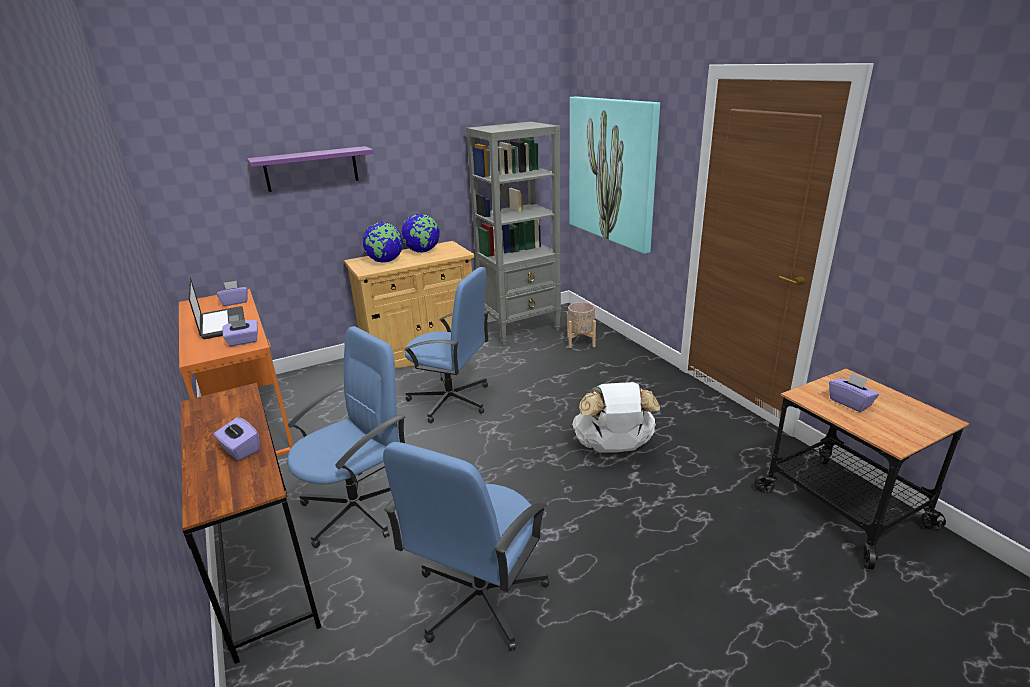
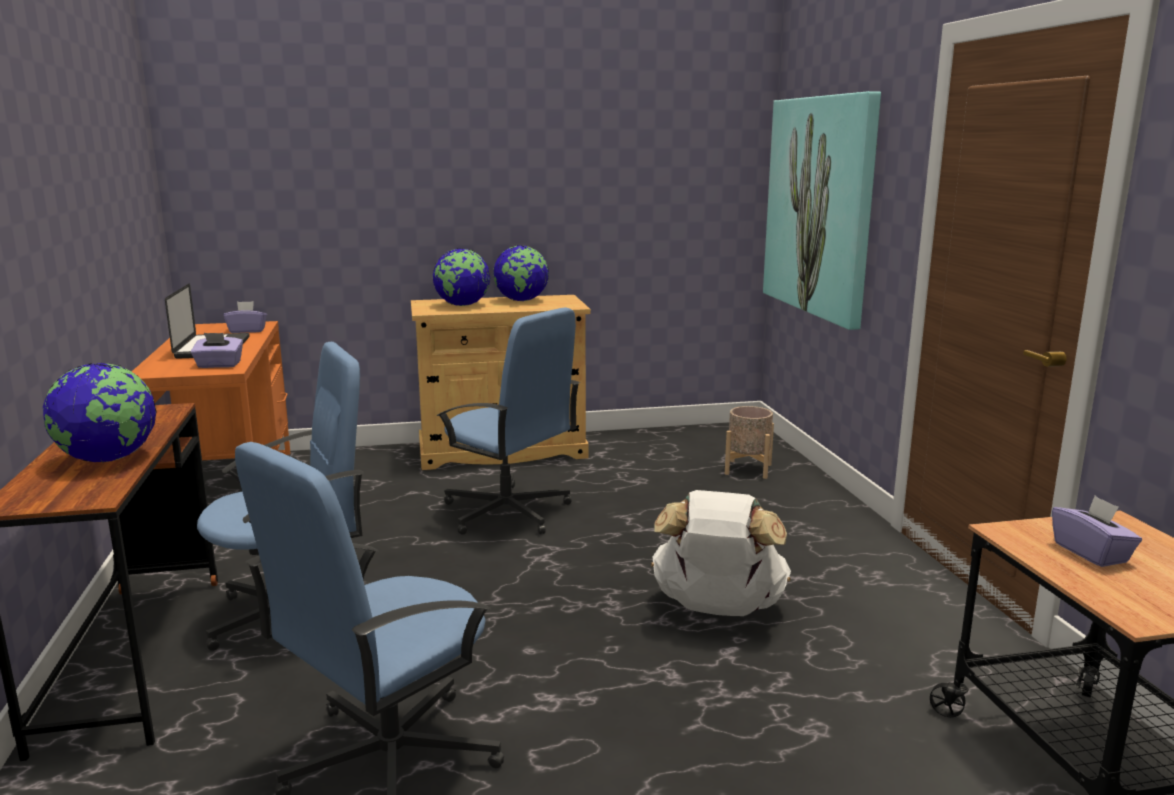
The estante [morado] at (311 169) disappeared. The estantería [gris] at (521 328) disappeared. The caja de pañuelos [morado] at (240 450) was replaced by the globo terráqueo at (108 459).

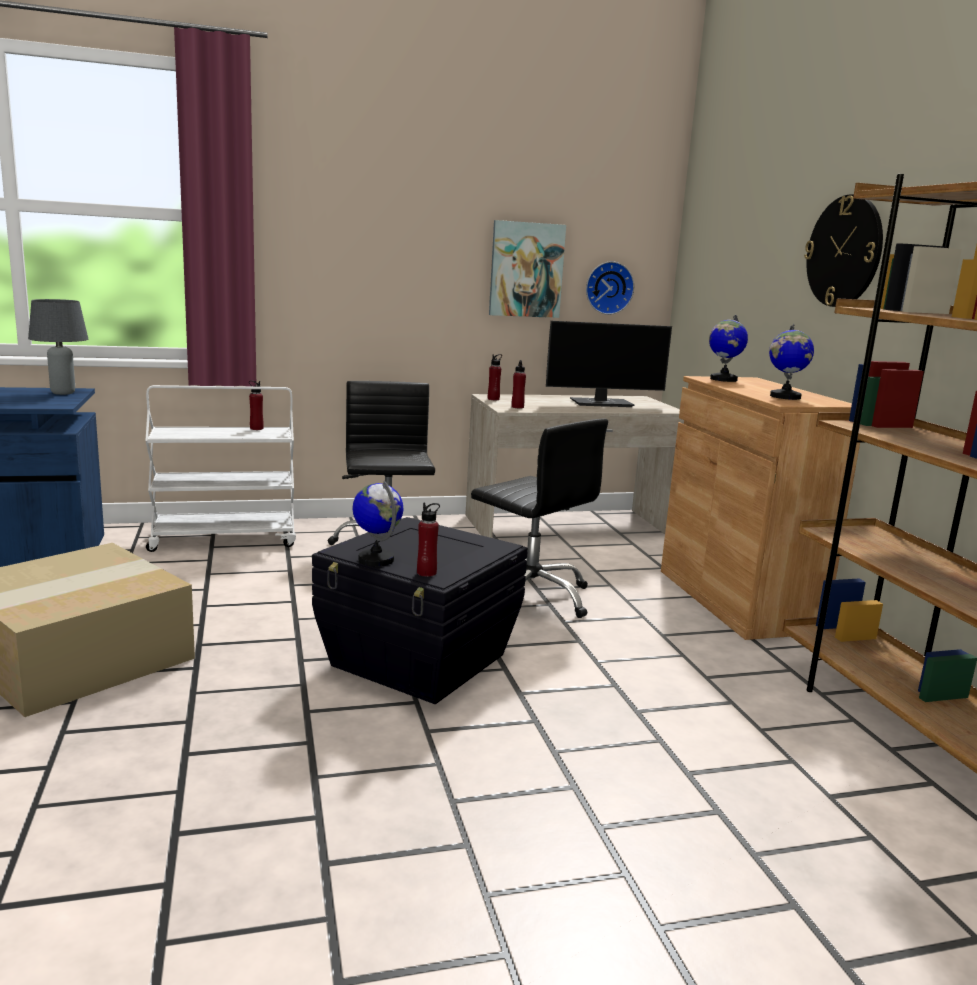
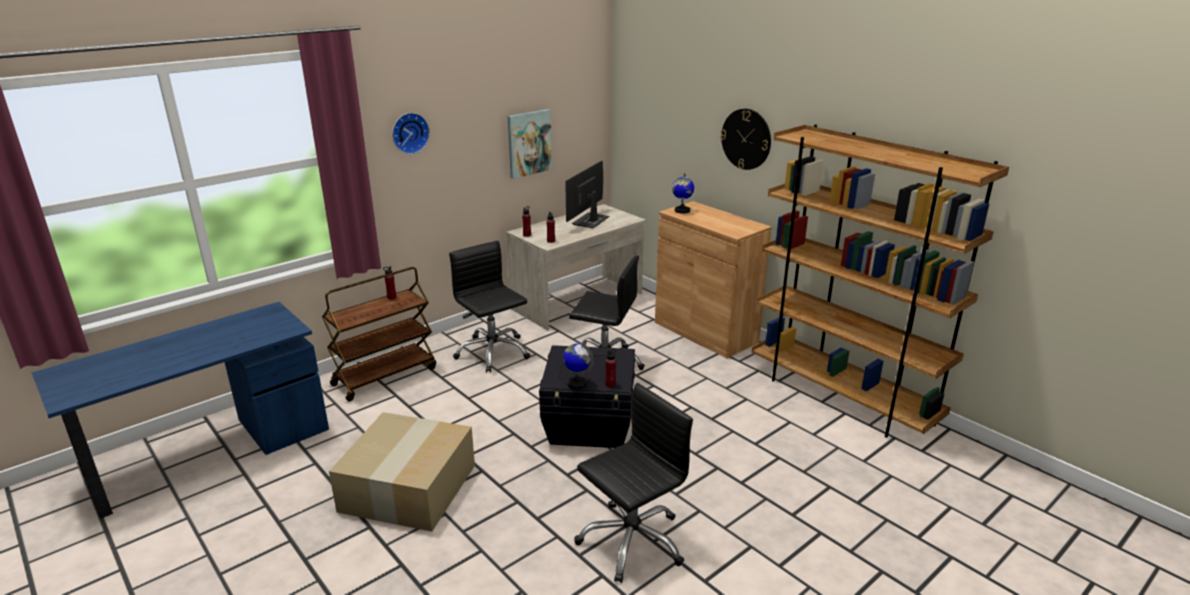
The lámpara de mesa [gris] at (62 393) disappeared. The globo terráqueo at (785 397) disappeared. The silla de oficina [negro] at (631 540) appeared. The reloj de pared moved from (608 288) to (409 132). The carrito [blanco] at (225 539) became the carrito [marrón] at (385 376). The monitor at (602 403) turned 150 degrees clockwise.

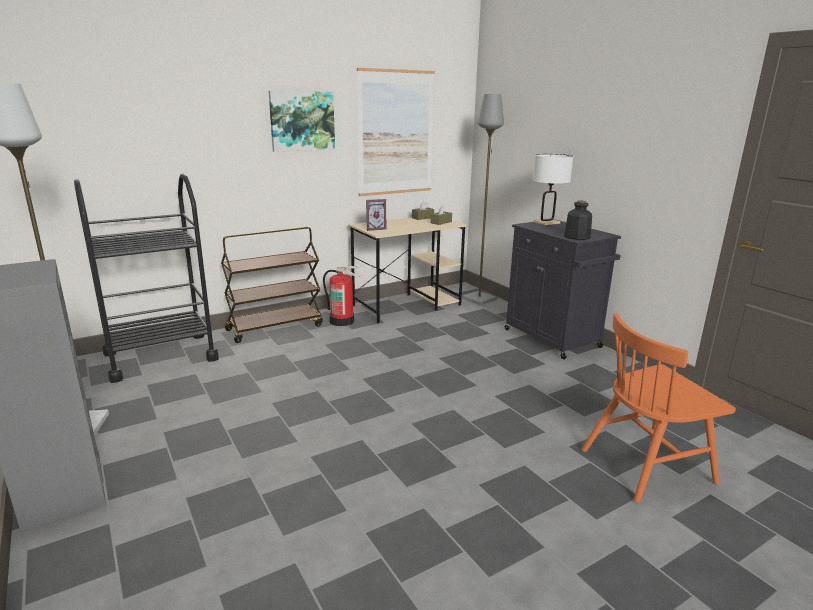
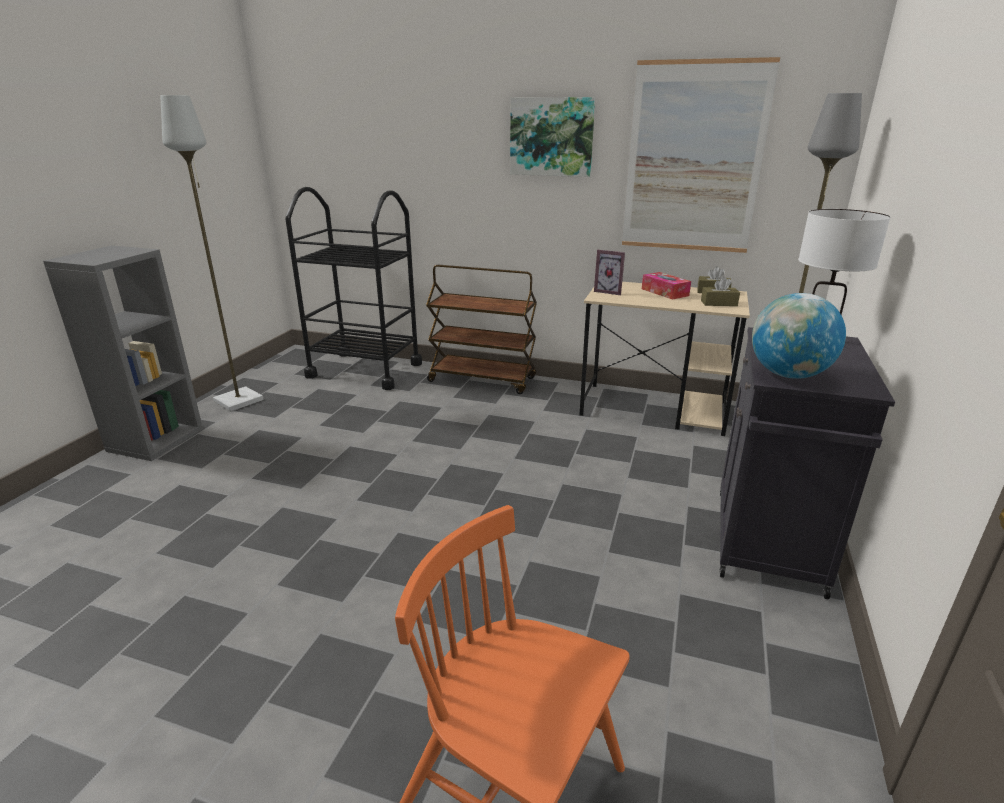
The extintor at (342 321) disappeared. The caja de pañuelos at (664 292) appeared. The botella at (576 237) was replaced by the globo terráqueo at (788 375).

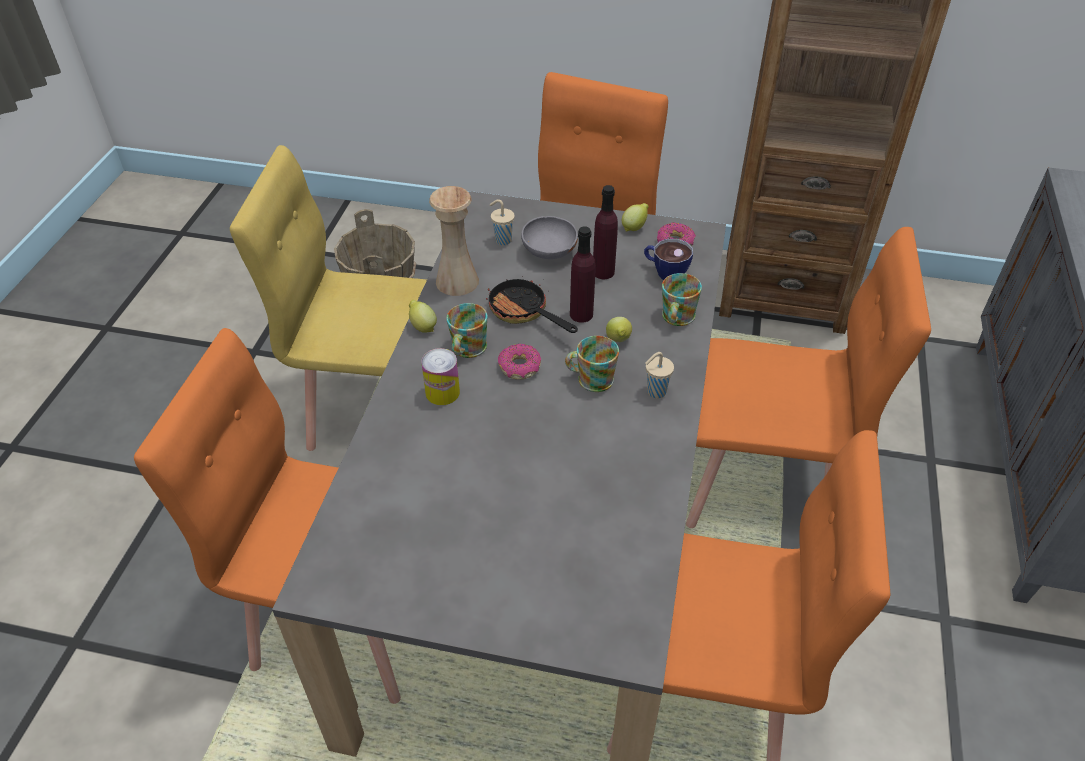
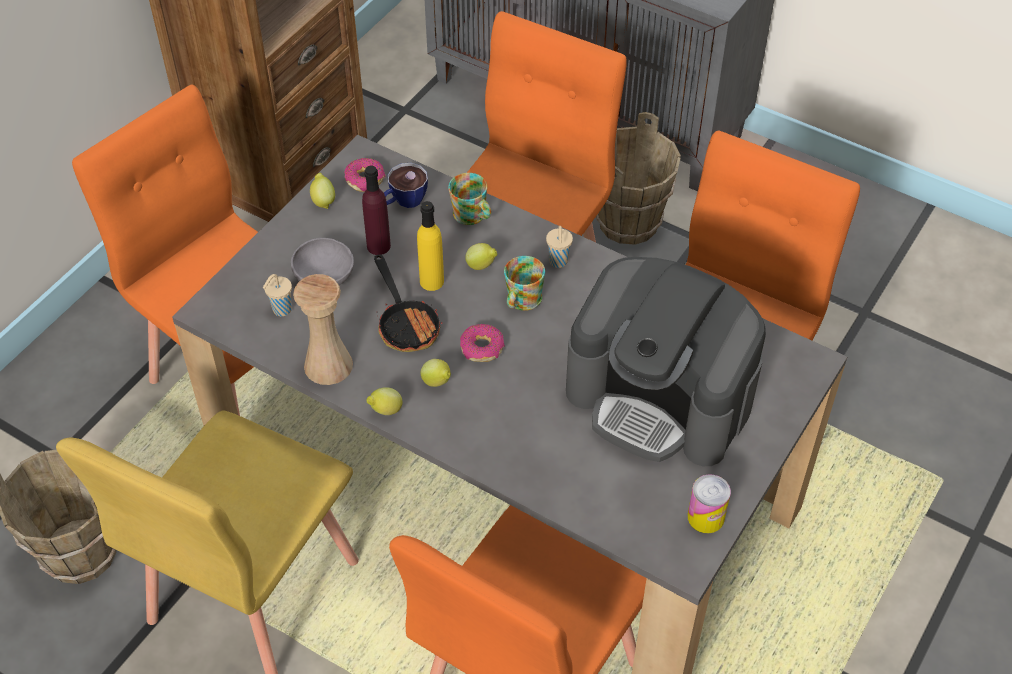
The cafetera at (660 397) appeared. The cubo [marrón] at (629 223) appeared. The lata moved from (442 392) to (706 517). The taza grande at (466 349) was replaced by the limón at (437 383). The botella [morado] at (581 314) became the botella [amarillo] at (432 281). The sartén at (524 312) turned 90 degrees counterclockwise.

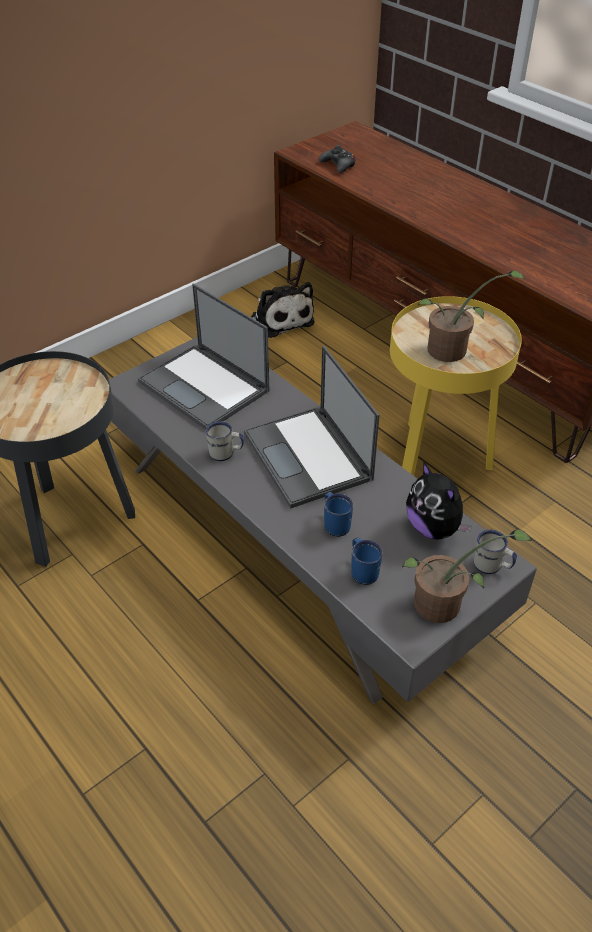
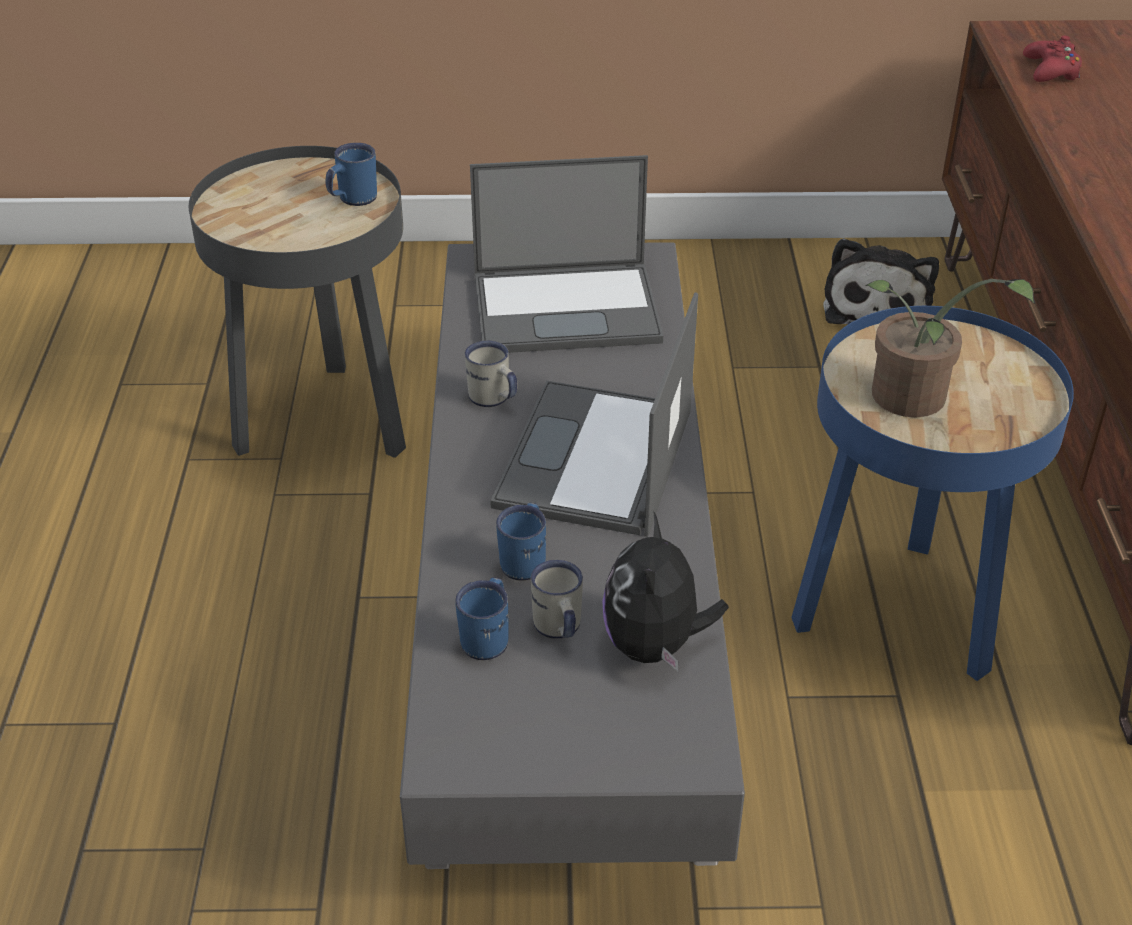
The planta en maceta at (444 606) disappeared. The taza grande [azul] at (352 199) appeared. The taza grande [blanco] moved from (492 566) to (558 629). The mando de consola [negro] at (338 165) became the mando de consola [rojo] at (1051 71). The mesa auxiliar [amarillo] at (436 459) became the mesa auxiliar [azul] at (899 614). The portátil at (205 387) turned 90 degrees counterclockwise.

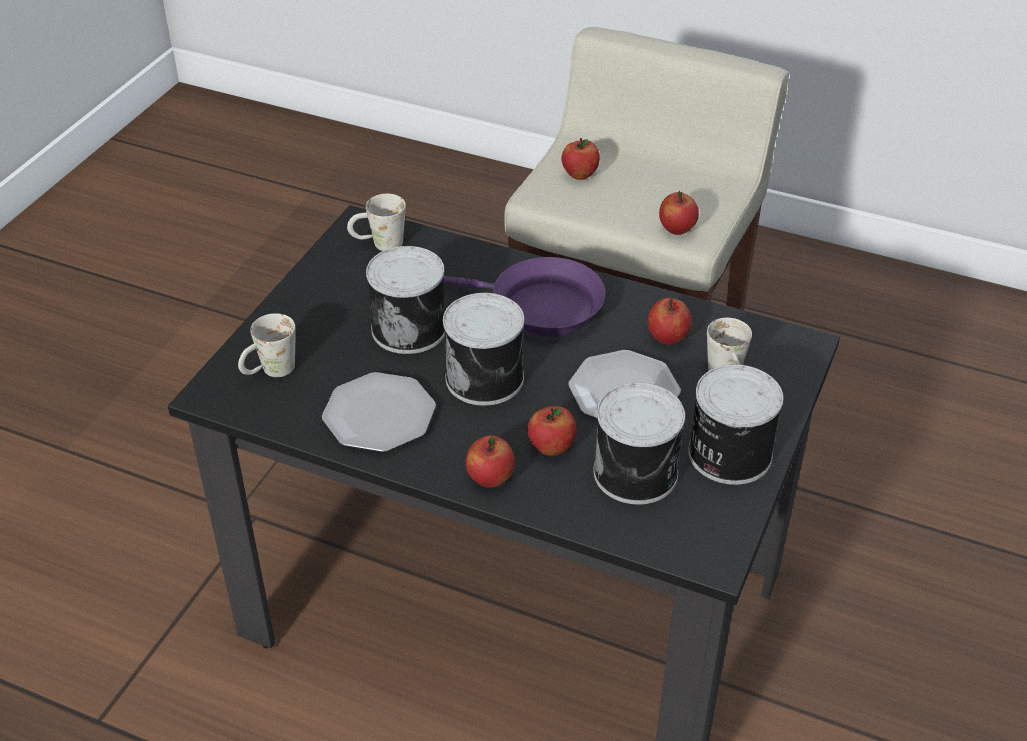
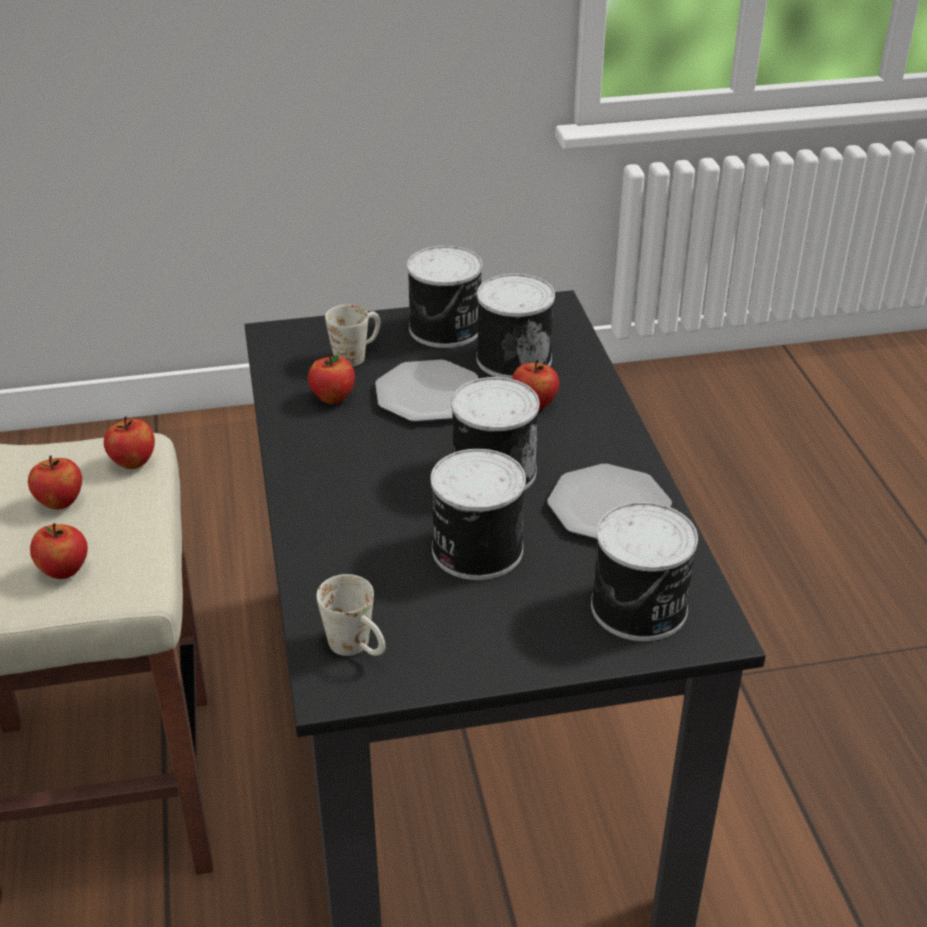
The sartén [morado] at (537 308) disappeared. The manzana moved from (490 479) to (60 502). The taza grande [blanco] at (270 372) was replaced by the lata at (641 608).

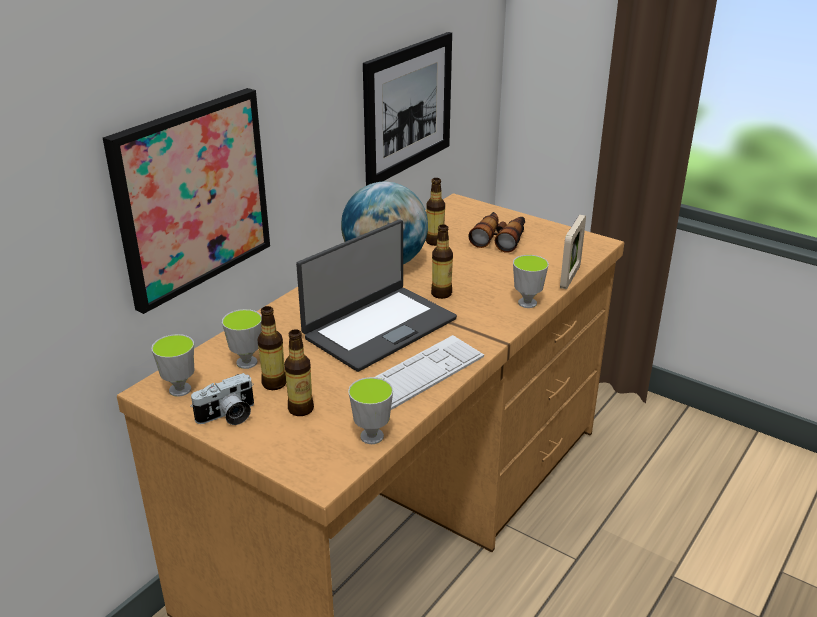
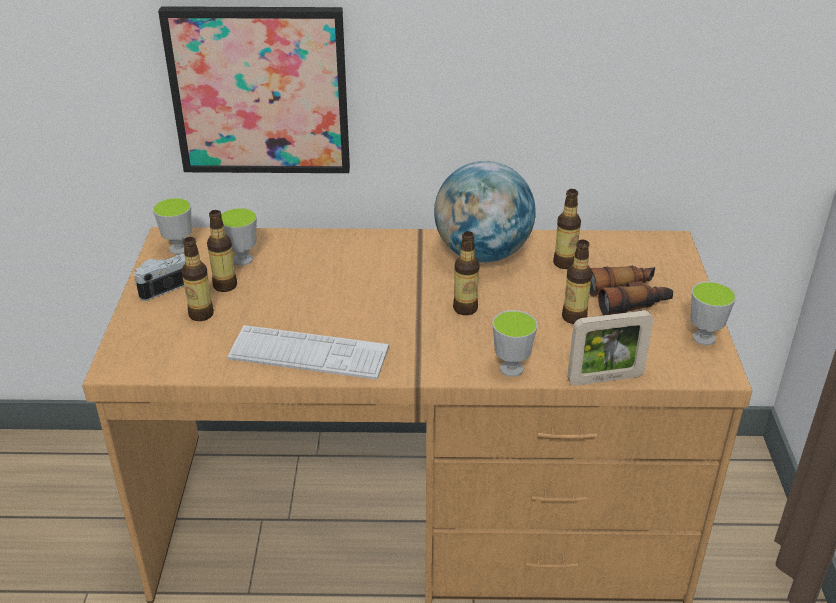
The portátil at (378 327) disappeared. The cuadro at (408 107) disappeared. The botella at (574 317) appeared. The taza moved from (372 436) to (704 338). The cámara at (228 416) turned 120 degrees clockwise.

